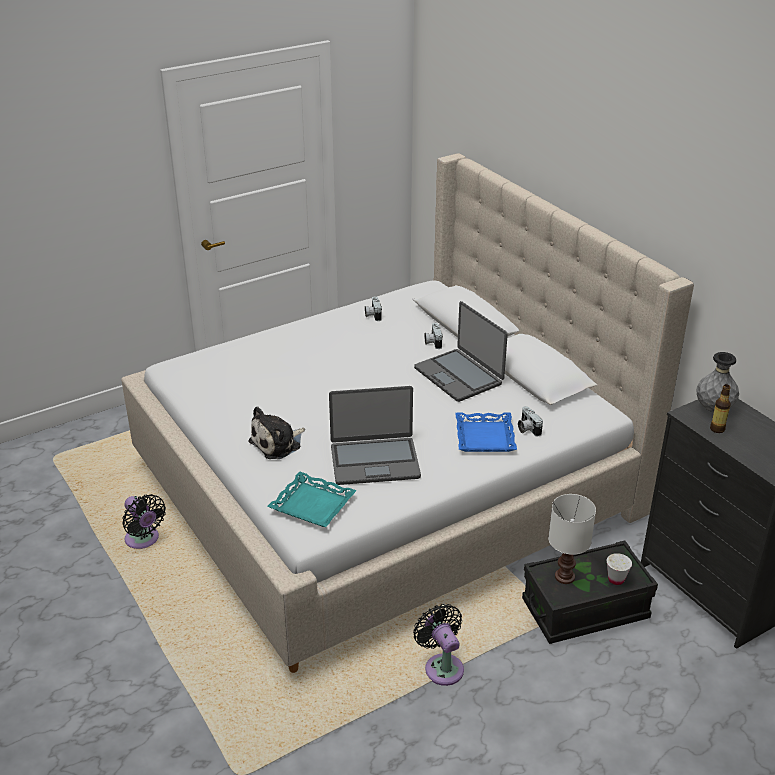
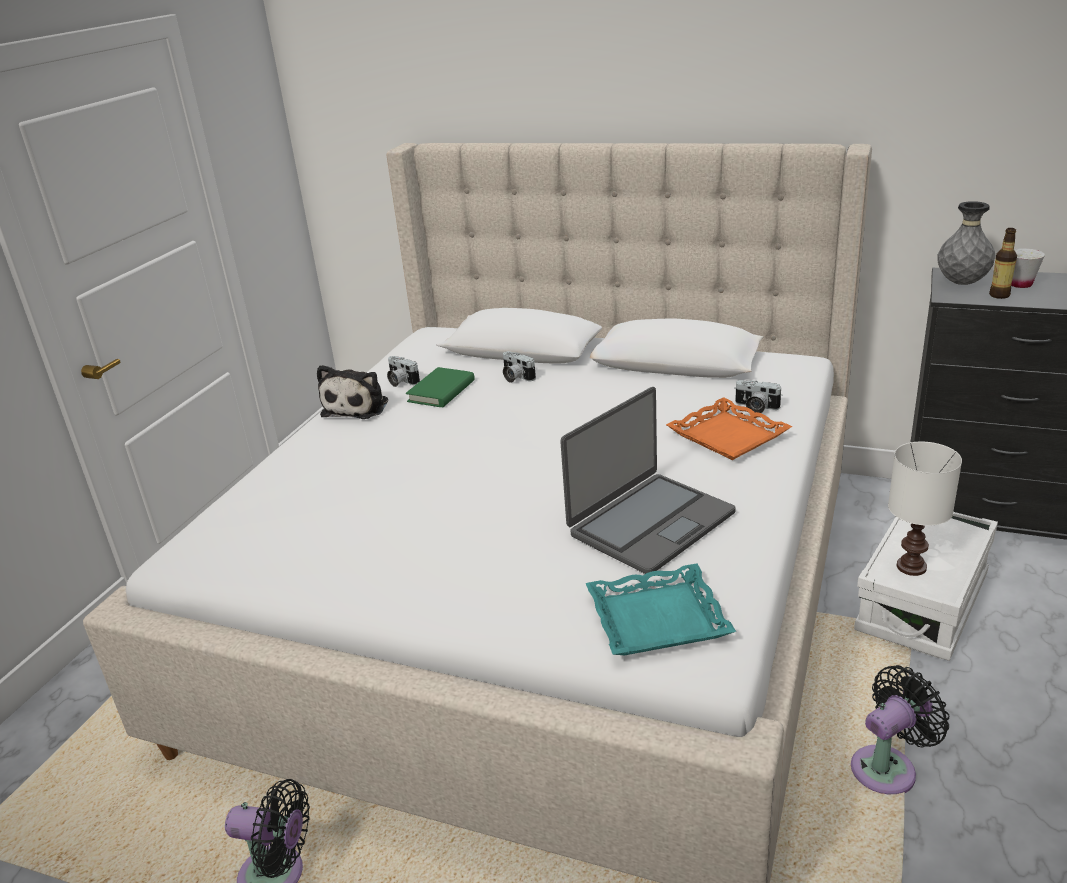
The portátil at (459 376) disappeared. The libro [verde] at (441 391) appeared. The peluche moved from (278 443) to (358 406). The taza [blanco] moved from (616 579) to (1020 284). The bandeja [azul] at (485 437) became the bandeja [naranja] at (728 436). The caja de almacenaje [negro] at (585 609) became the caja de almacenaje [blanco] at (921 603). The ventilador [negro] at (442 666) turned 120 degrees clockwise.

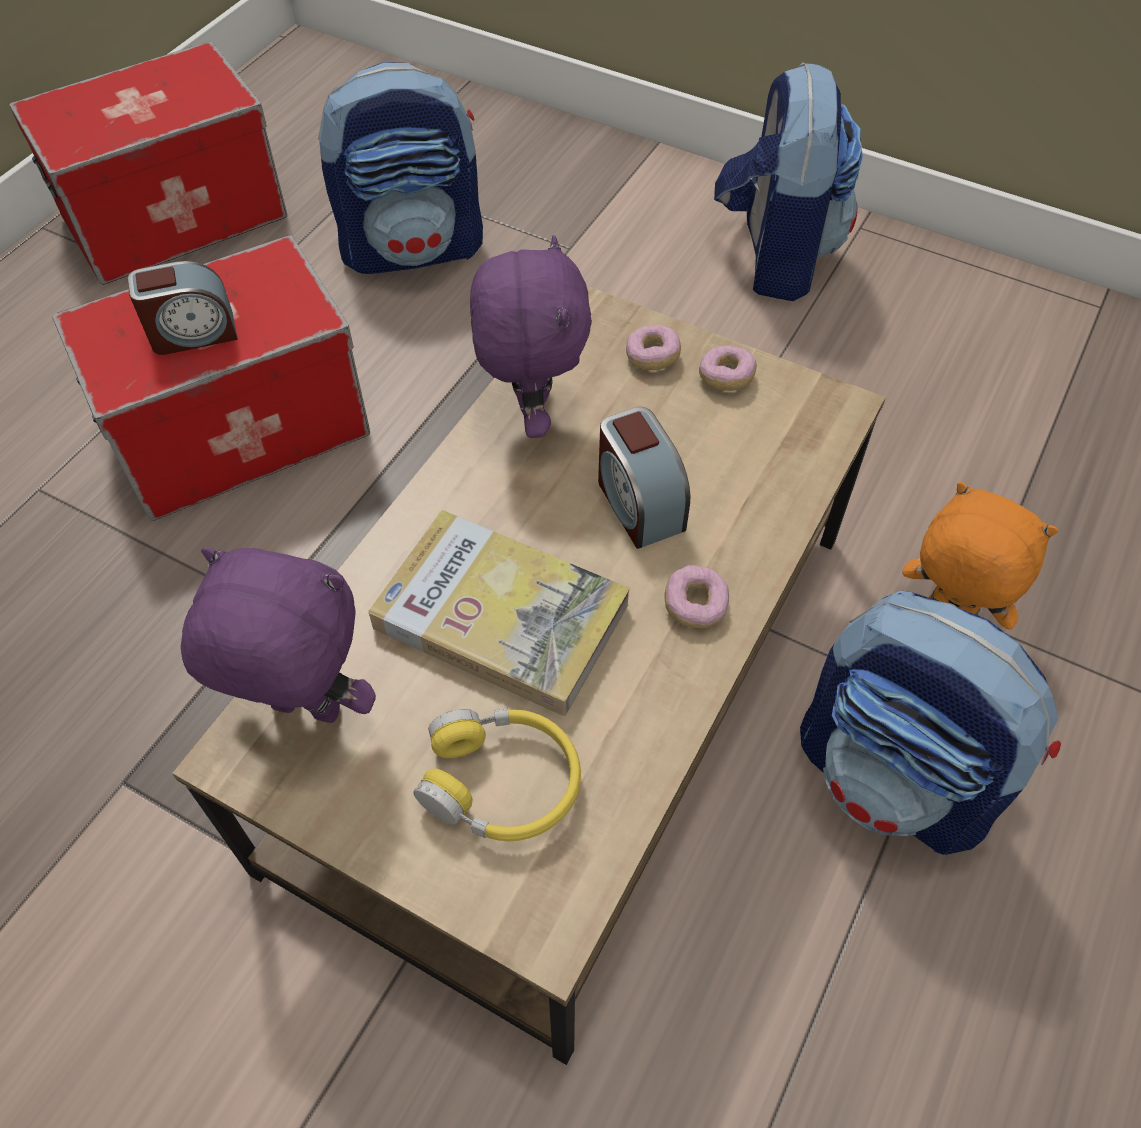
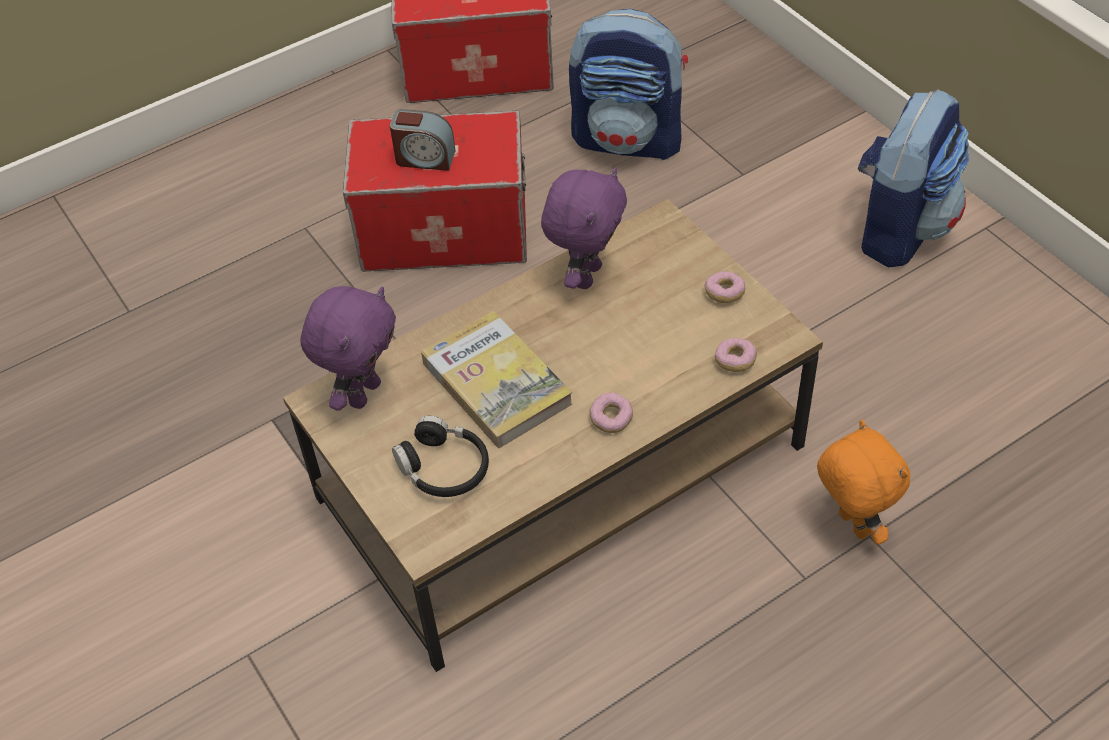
The despertador at (638 503) disappeared. The mochila at (894 777) disappeared. The rosquilla moved from (652 357) to (735 361). The auriculares [amarillo] at (501 783) became the auriculares [negro] at (444 468). The peluche [morado] at (304 712) turned 75 degrees clockwise.

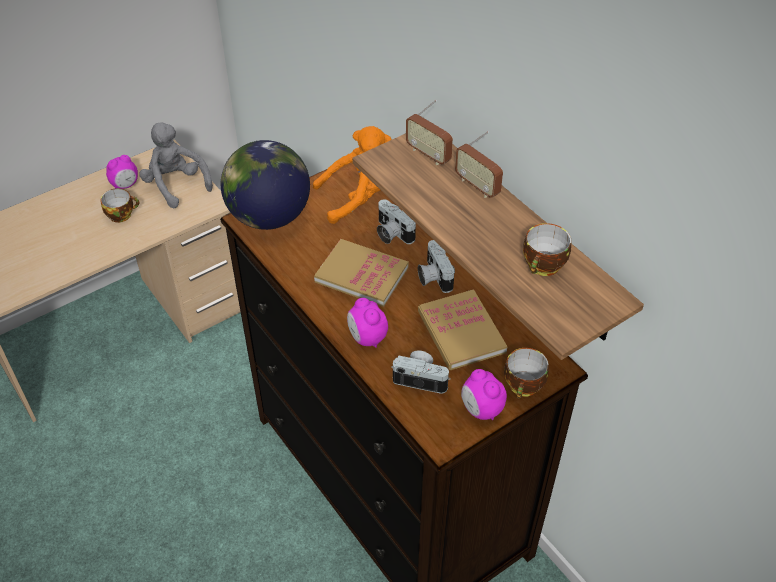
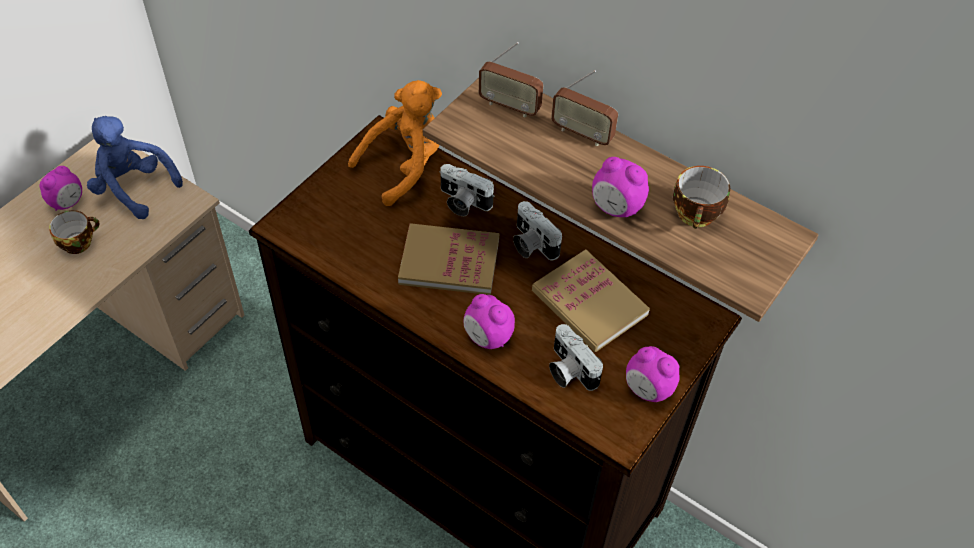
The globo terráqueo at (269 217) disappeared. The taza at (524 386) disappeared. The despertador at (616 208) appeared. The peluche [gris] at (176 185) became the peluche [azul] at (133 188). The cámara at (421 378) turned 120 degrees counterclockwise.

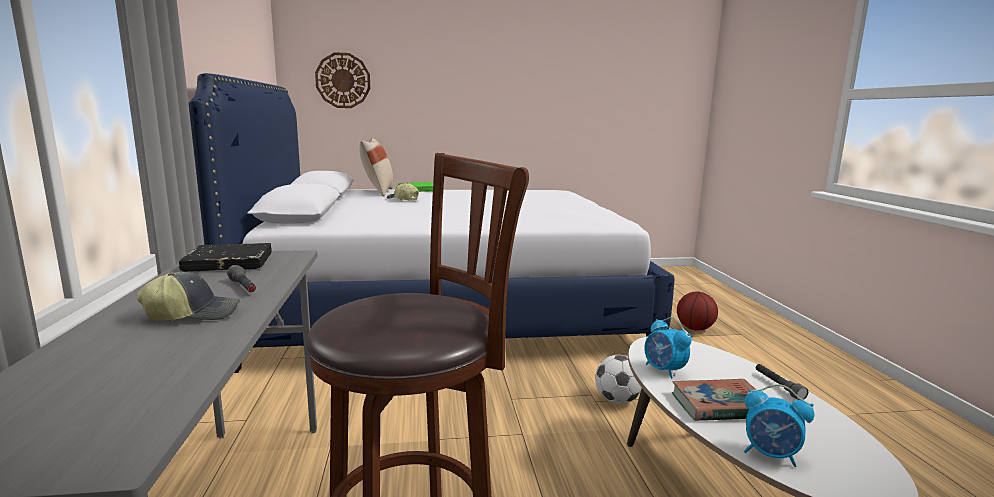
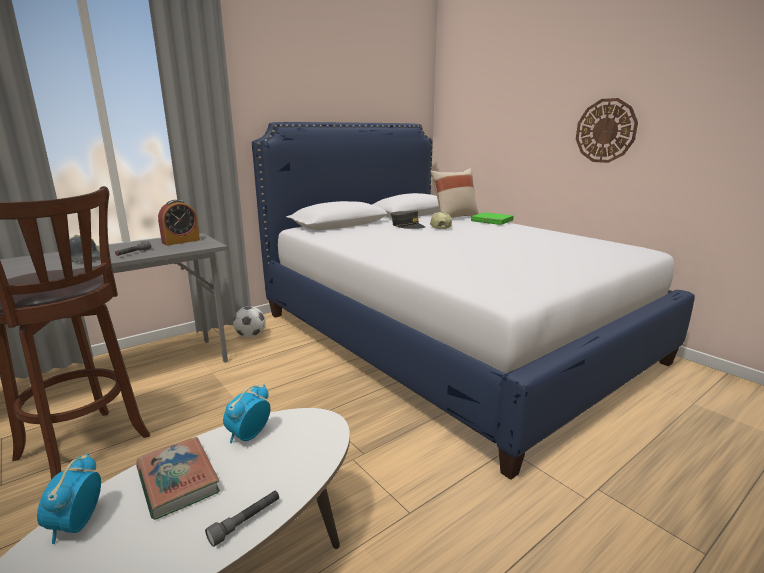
The balón de baloncesto at (695 328) disappeared. The gorra [gris] at (407 226) appeared. The reloj de pared moved from (343 80) to (605 131). The balón de fútbol moved from (617 400) to (250 336). The libro [negro] at (229 263) was replaced by the despertador at (181 241).

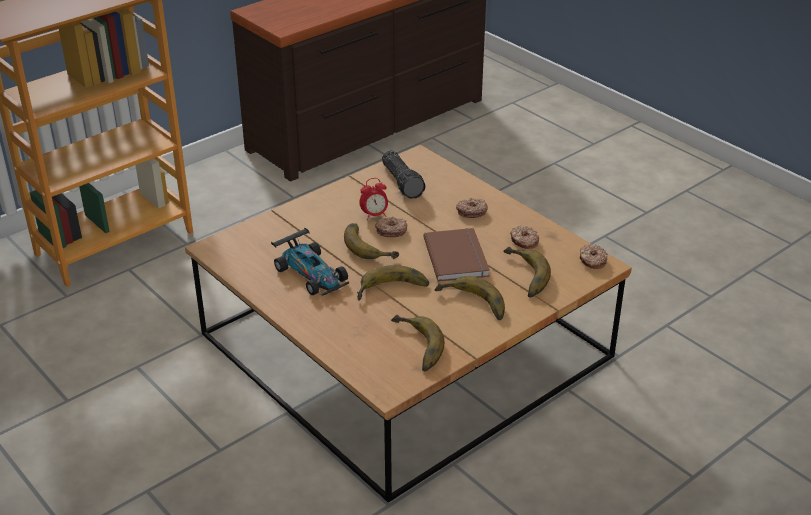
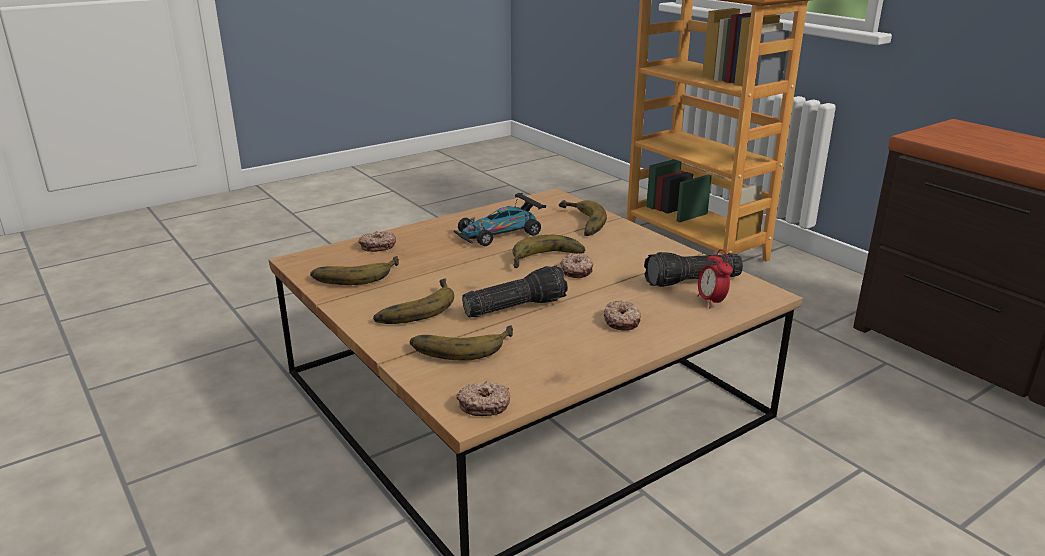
The plátano moved from (393 291) to (578 223). The despertador moved from (374 215) to (711 302). The rosquilla moved from (524 241) to (377 246). The libro [marrón] at (458 257) was replaced by the linterna at (515 306).

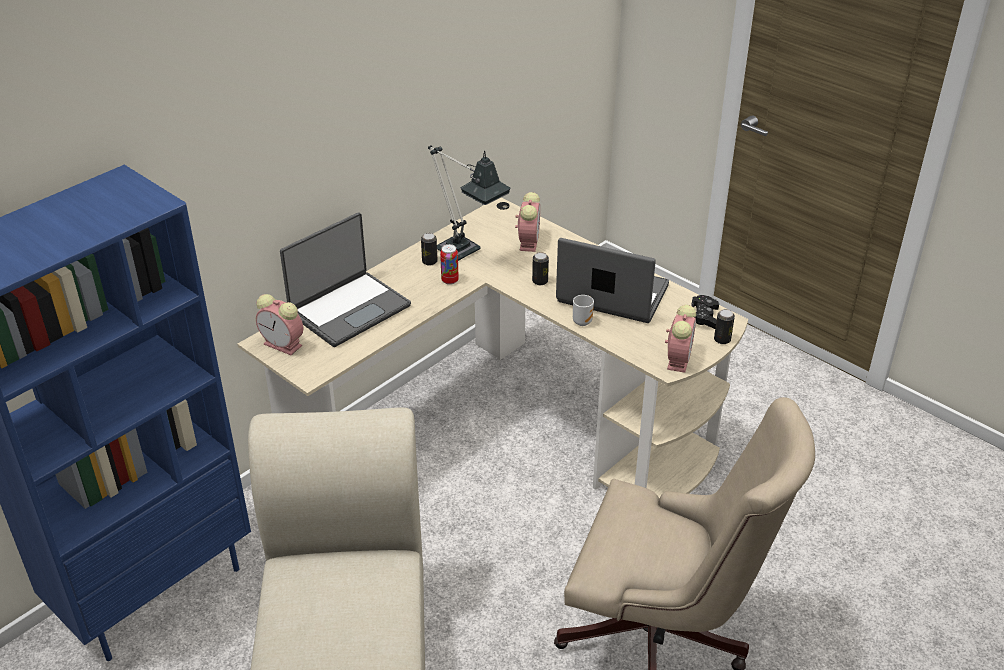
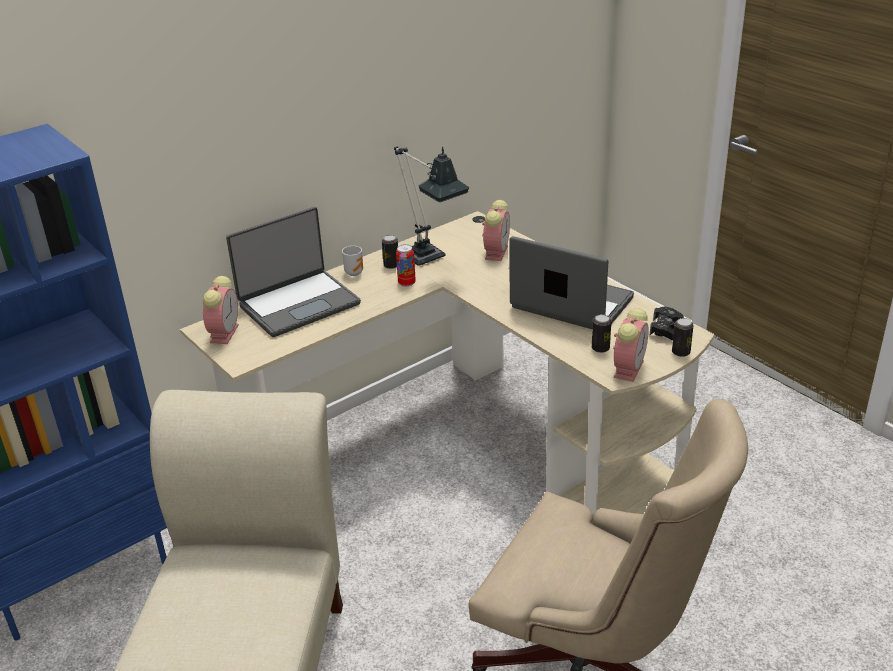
The lata moved from (540 281) to (600 348). The taza grande moved from (582 321) to (354 272). The despertador at (284 345) turned 120 degrees counterclockwise.

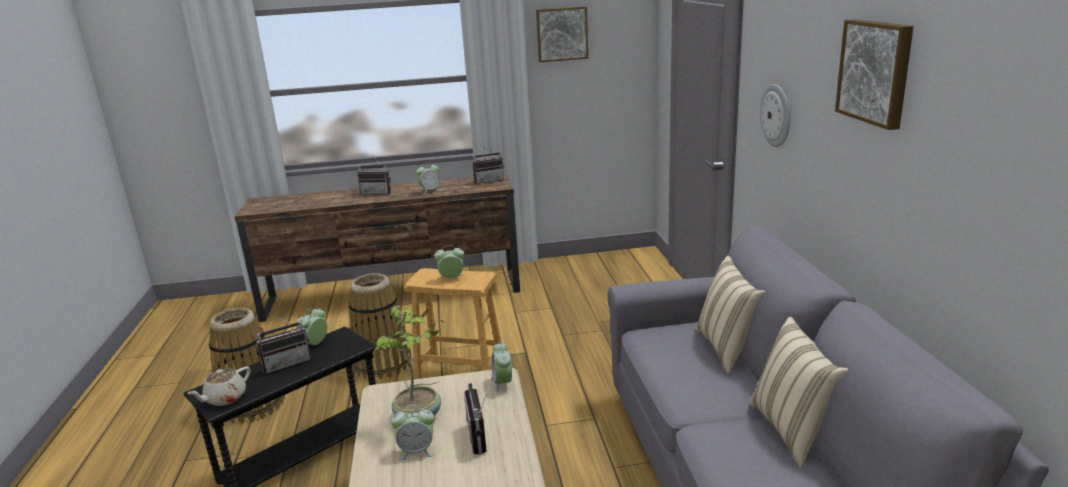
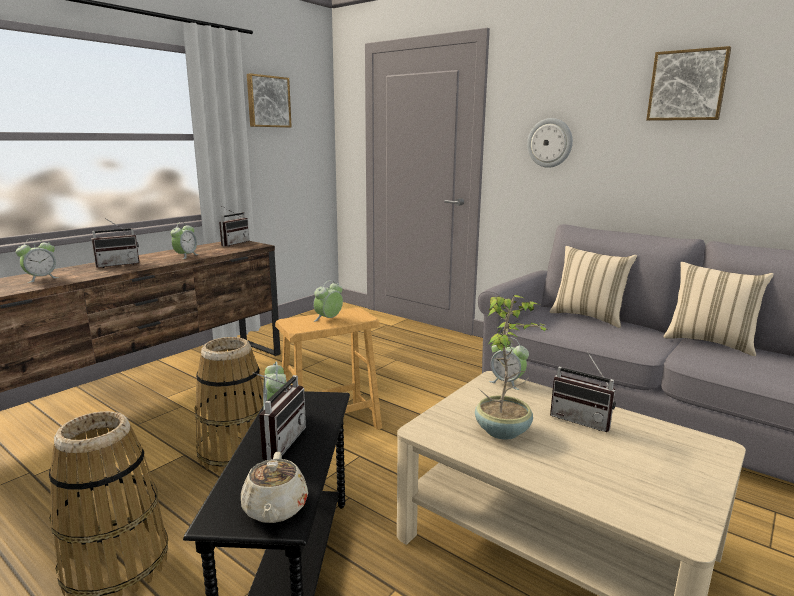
The despertador moved from (417 451) to (41 278).

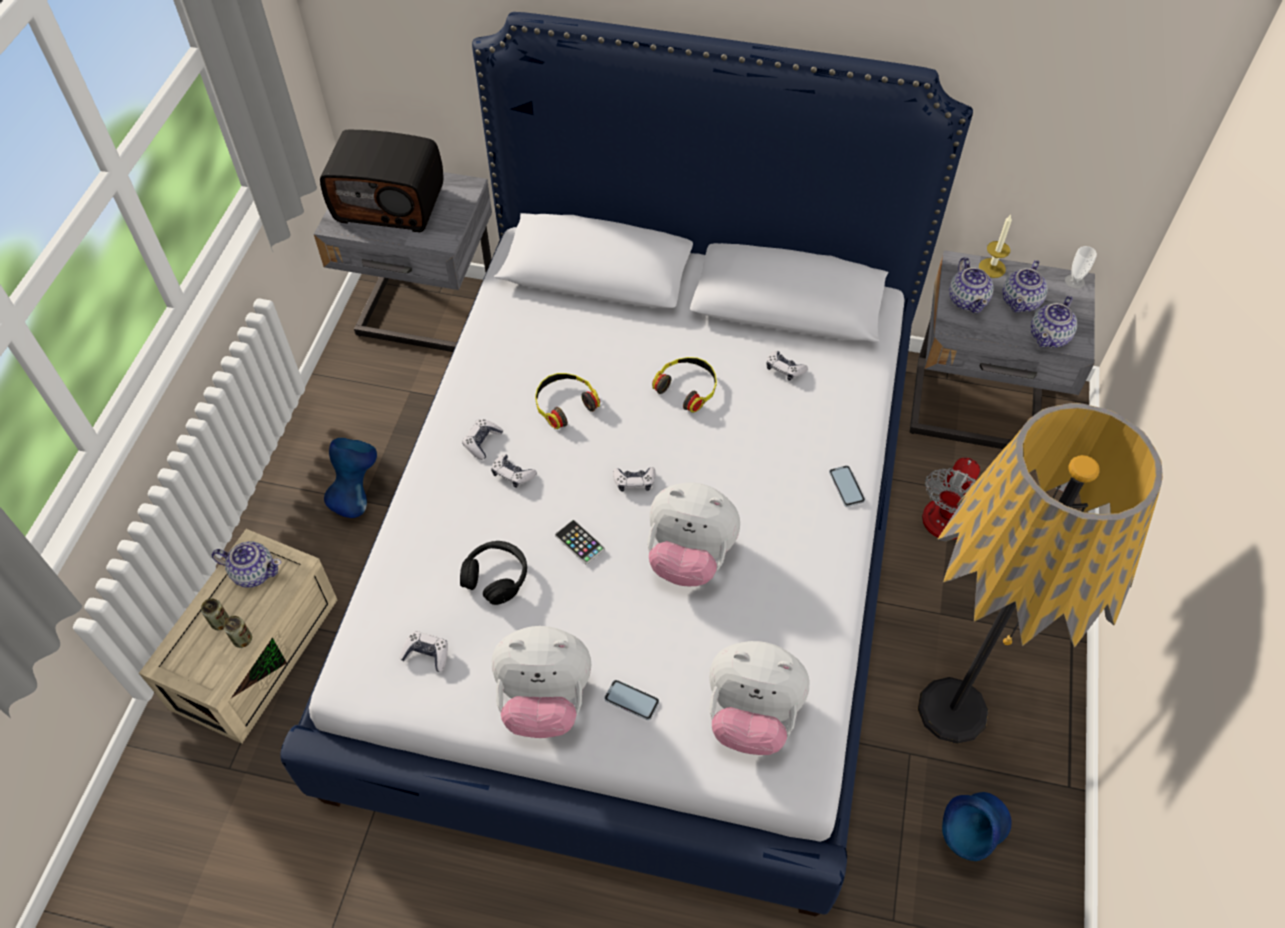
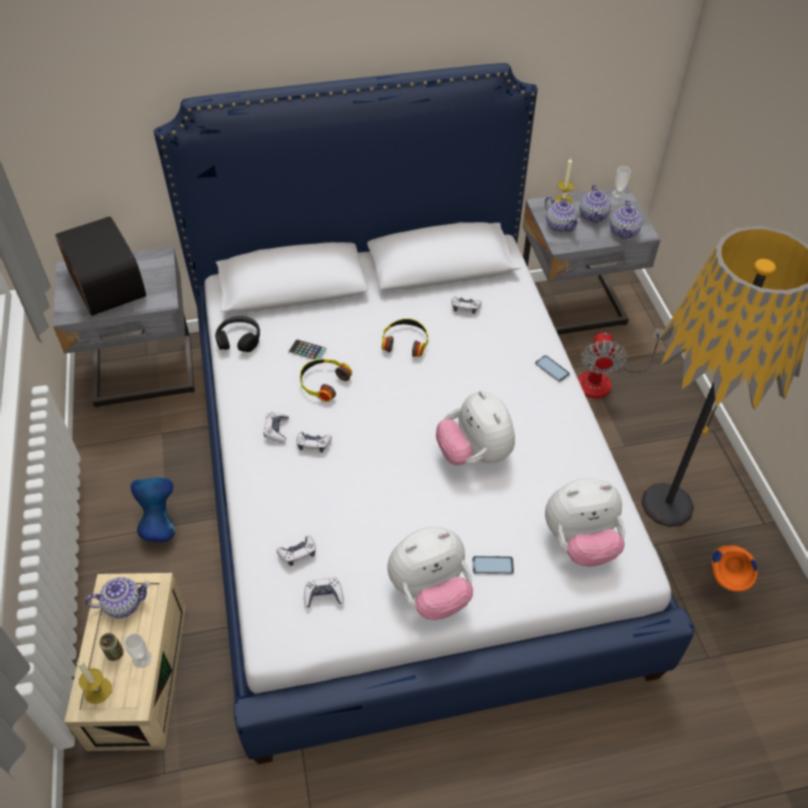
The vela at (97 690) appeared. The auriculares [negro] moved from (496 576) to (239 339). The móvil moved from (579 542) to (307 351). The mando de consola moved from (634 482) to (298 553). The lata at (242 639) was replaced by the taza at (142 658). The florero [azul] at (967 838) became the florero [naranja] at (723 583). The radio at (390 203) turned 105 degrees counterclockwise. The peluche at (689 557) turned 75 degrees clockwise.

